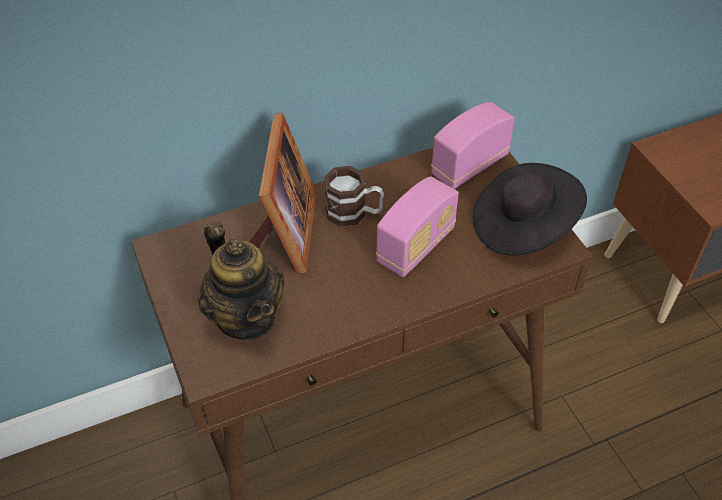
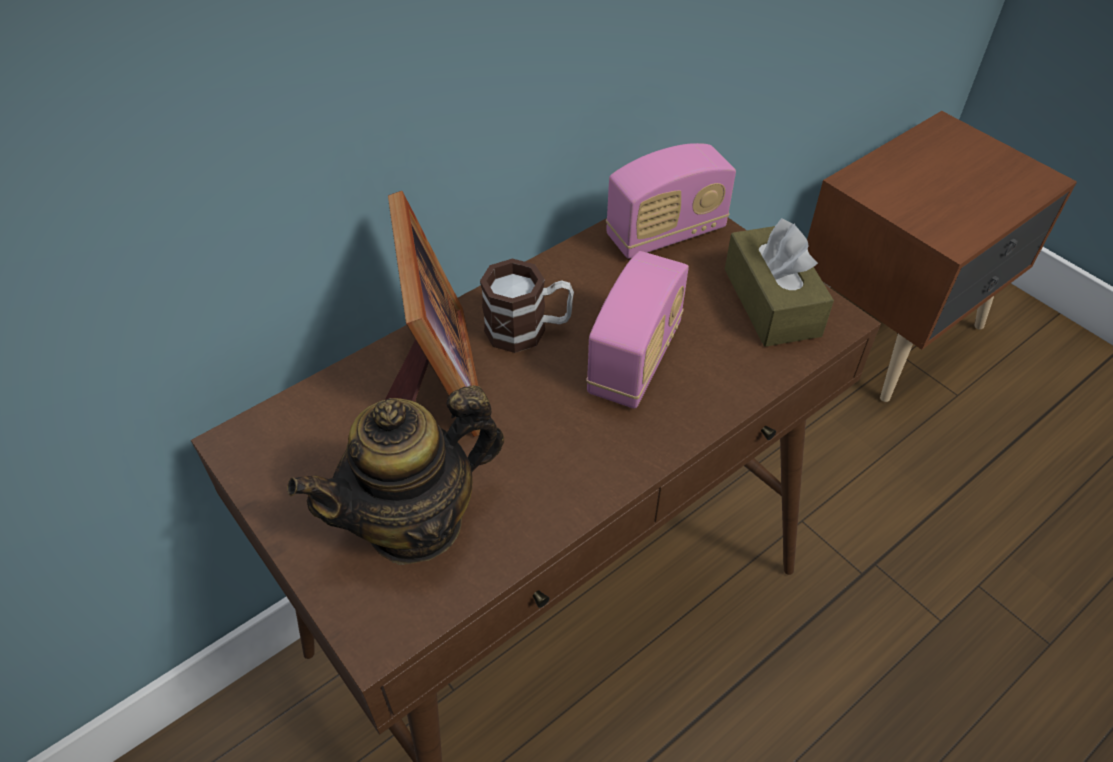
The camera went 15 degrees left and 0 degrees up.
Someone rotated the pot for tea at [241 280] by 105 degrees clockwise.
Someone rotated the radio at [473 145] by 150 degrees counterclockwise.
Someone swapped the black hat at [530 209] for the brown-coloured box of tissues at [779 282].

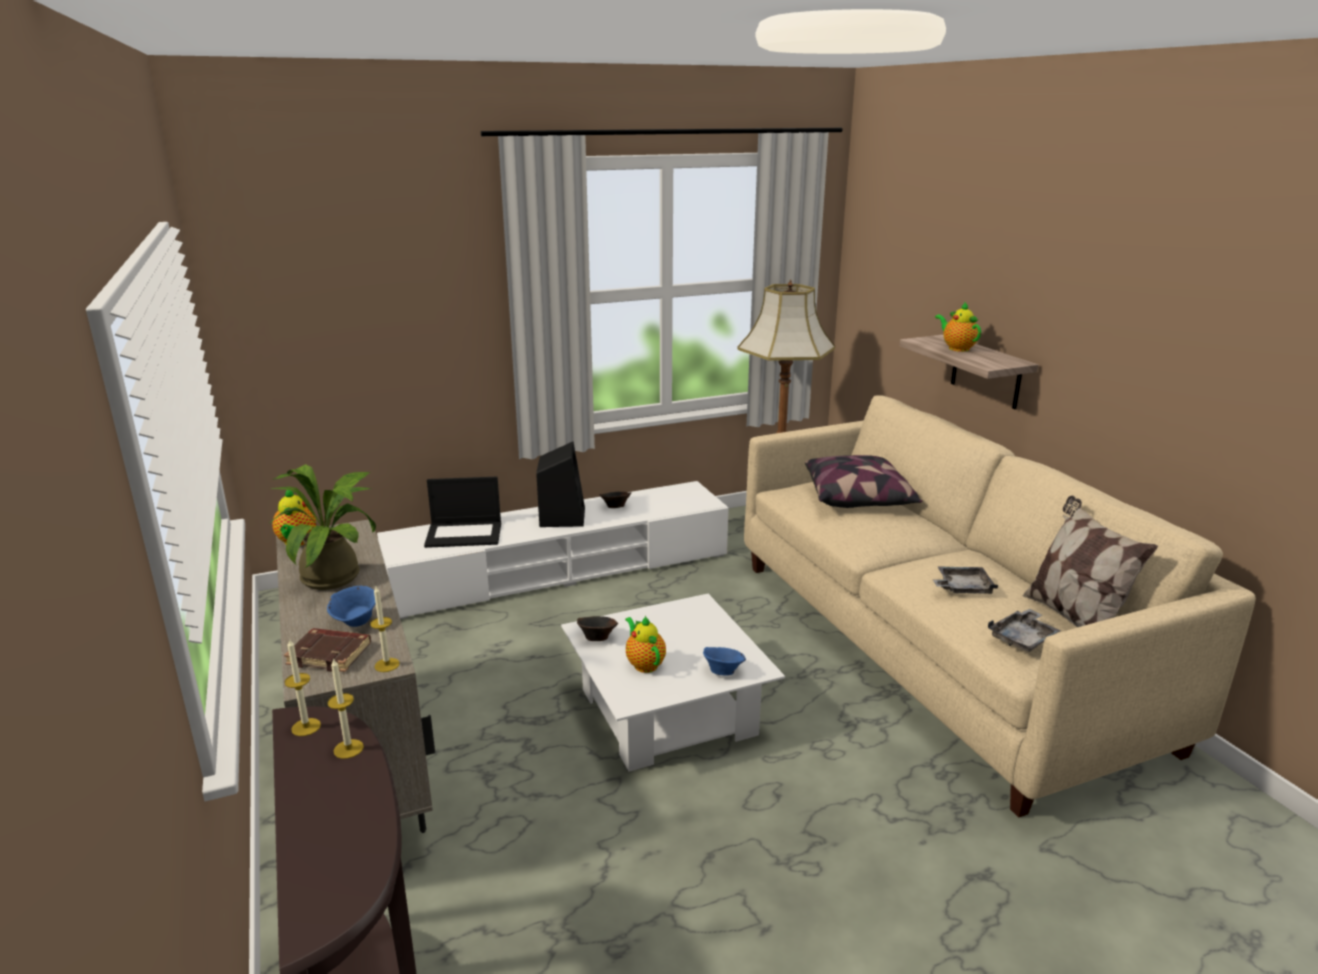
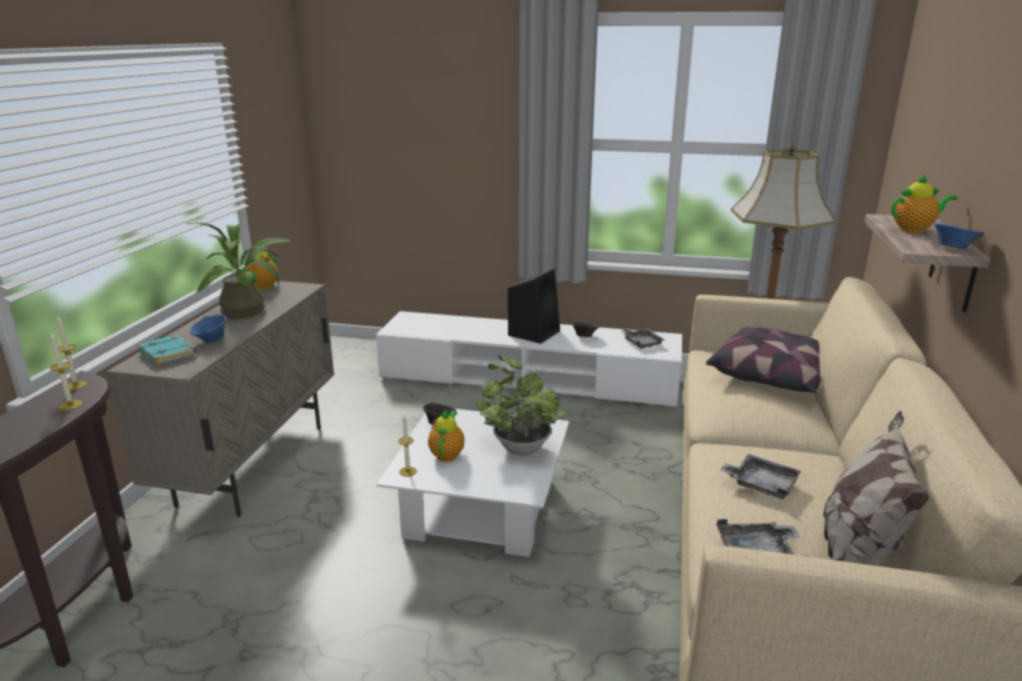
The camera went 35 degrees right and 0 degrees up.
Someone repainted the brown-coloured volume at [327 650], which became the turquoise volume at [167 350].
Someone carried the wax candle from [385 629] to [407 445].
Someone took away the laptop at [462 512].
Someone carried the bluish bowl from [724 661] to [959 236].
Someone rotated the pot for tea at [958 327] by 75 degrees clockwise.
Someone put down the plant in a pot at [521 405].
Someone put down the gray tray at [642 338].

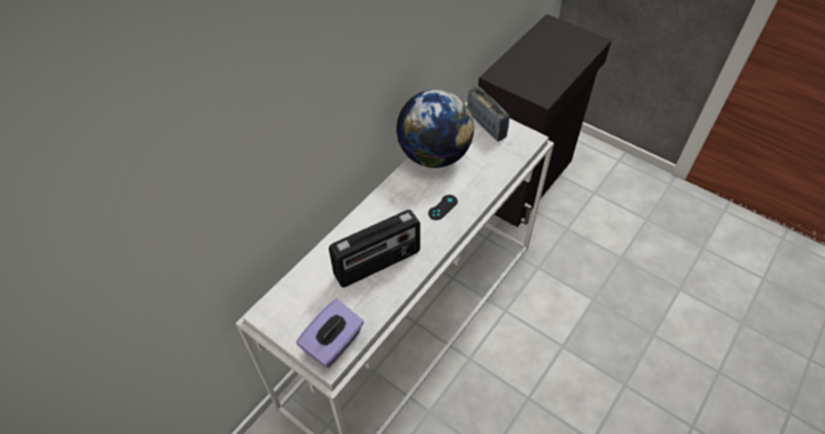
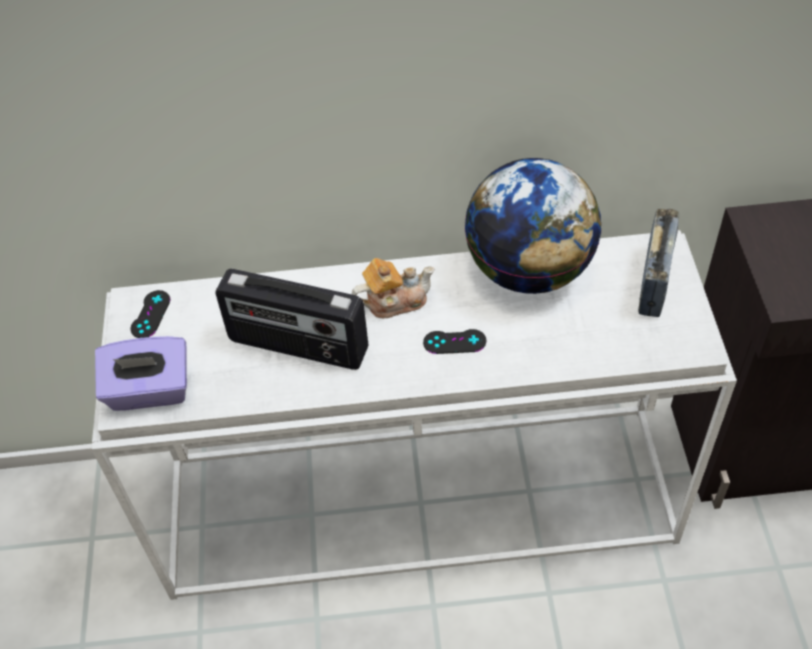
The camera went 50 degrees right and 0 degrees up.
Someone put down the black joypad at [150 314].
Someone put down the pot for tea at [393 288].

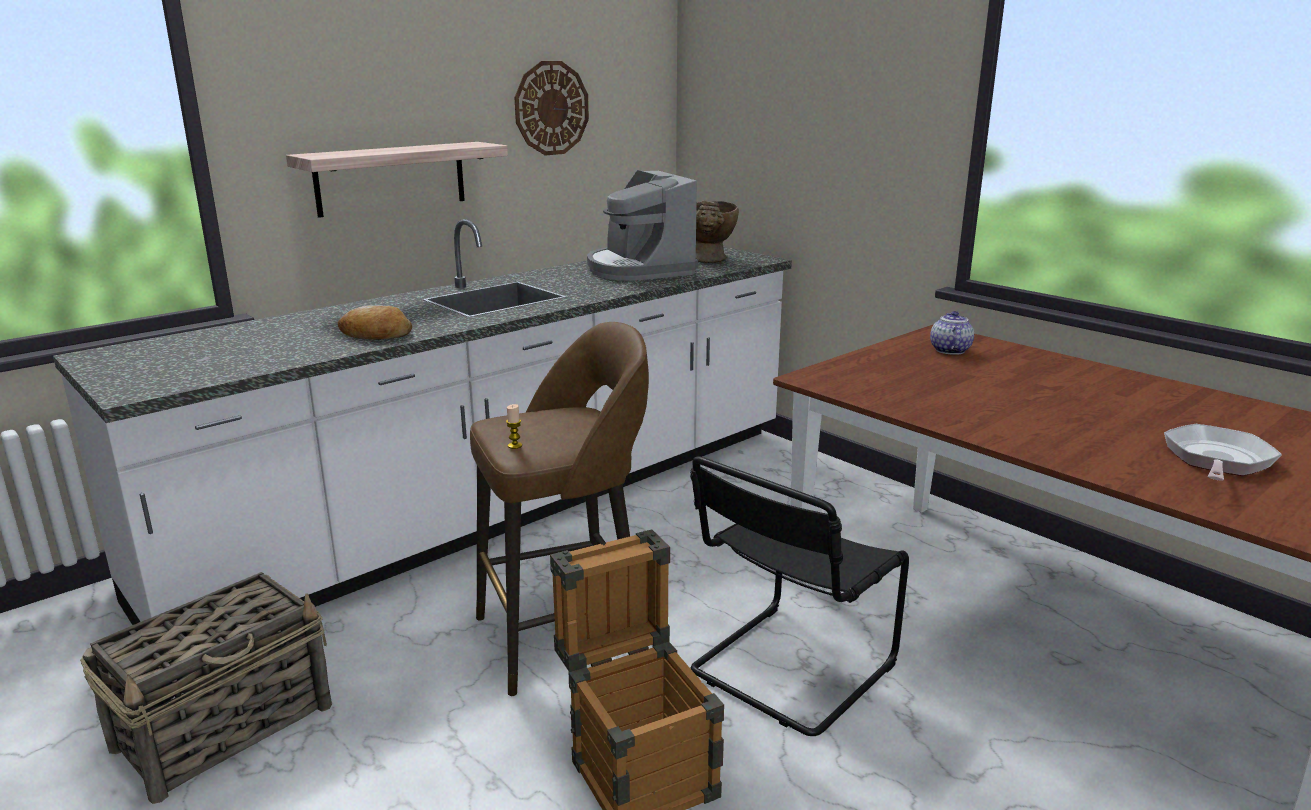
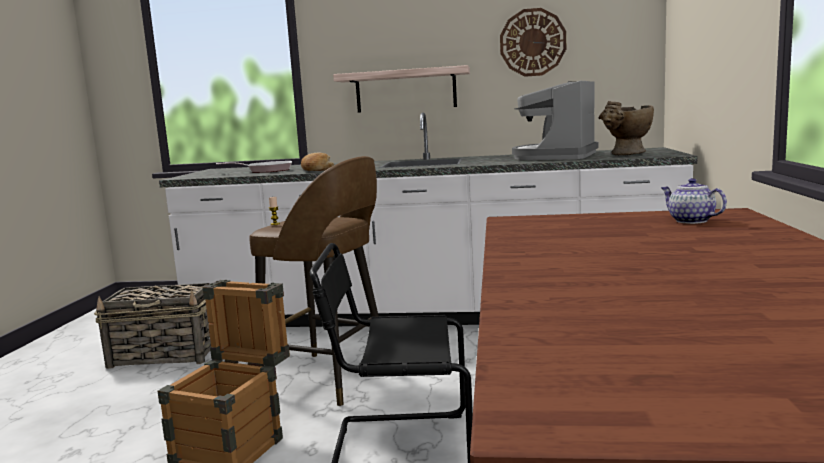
The camera went 50 degrees right and 10 degrees down.
Someone rotated the pot for tea at [952 333] by 90 degrees counterclockwise.
Someone carried the frying pan from [1223 452] to [254 167].

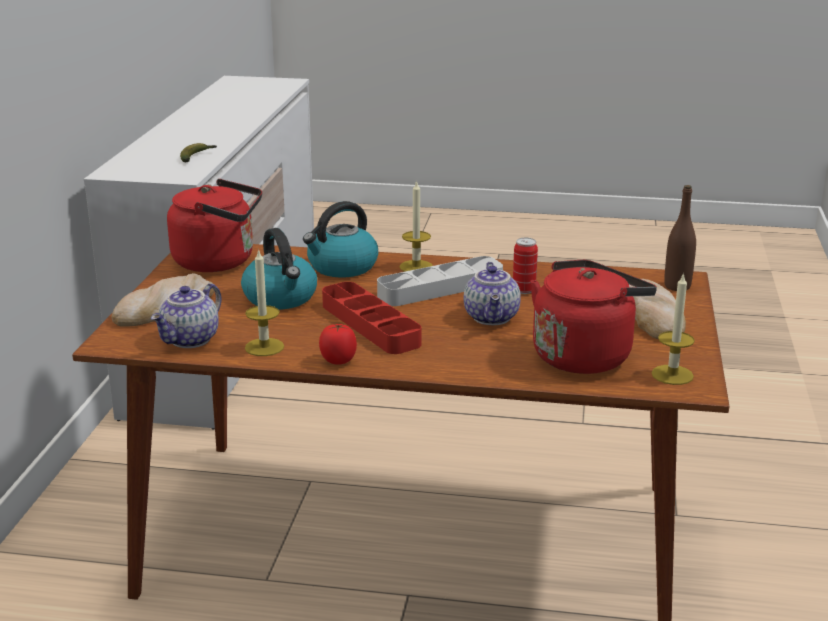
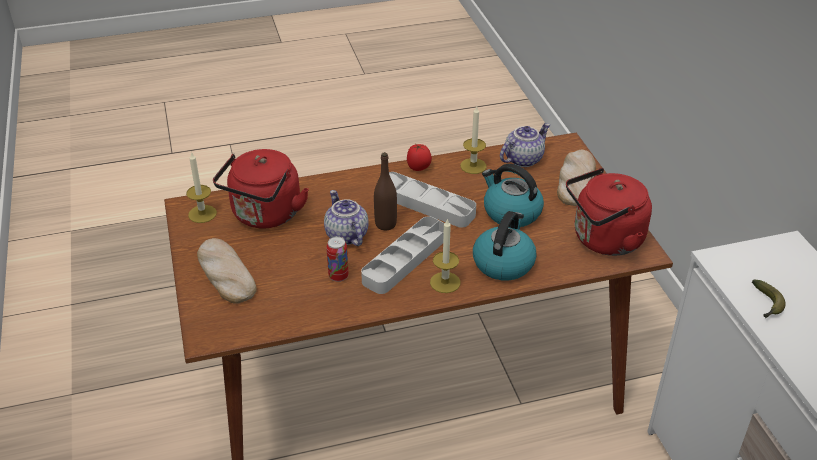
The camera went 155 degrees right and 15 degrees up.
Someone rotated the pot for tea at [186 315] by 45 degrees clockwise.
Someone repainted the red tray at [371 318], which became the gray tray at [432 200].
Someone carried the brown-coloured drink bottle from [680 238] to [385 191].

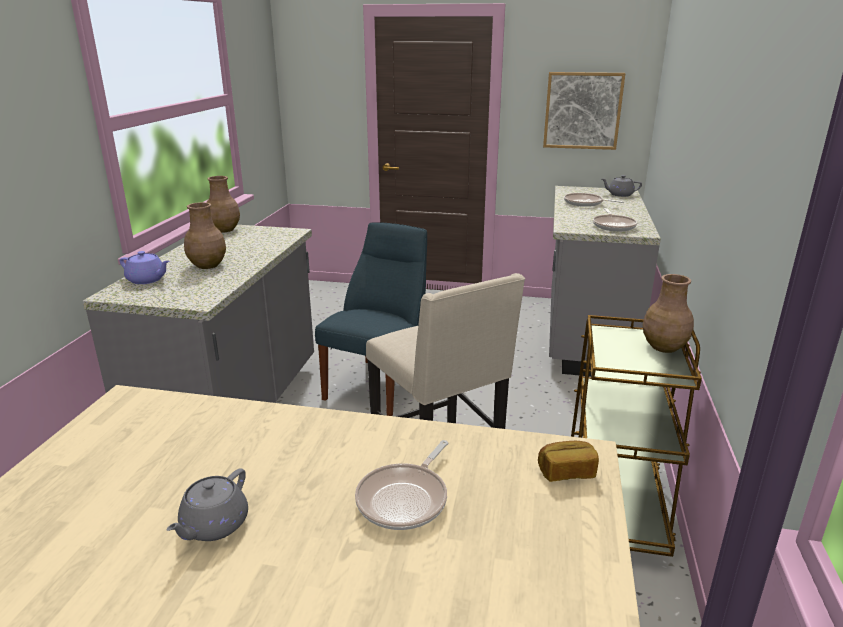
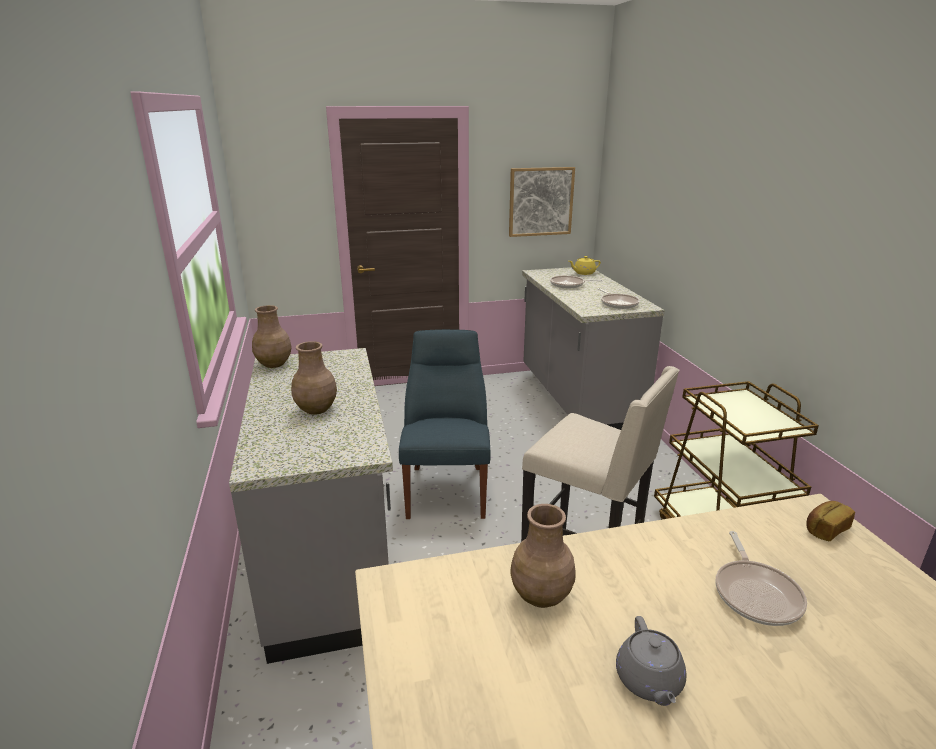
The camera went 25 degrees left and 0 degrees up.
Someone took away the purple pot for tea at [144 267].
Someone repainted the gray pot for tea at [622 186], which became the yellow pot for tea at [585 265].
Someone carried the brown-coloured flower vase from [668 313] to [543 556].

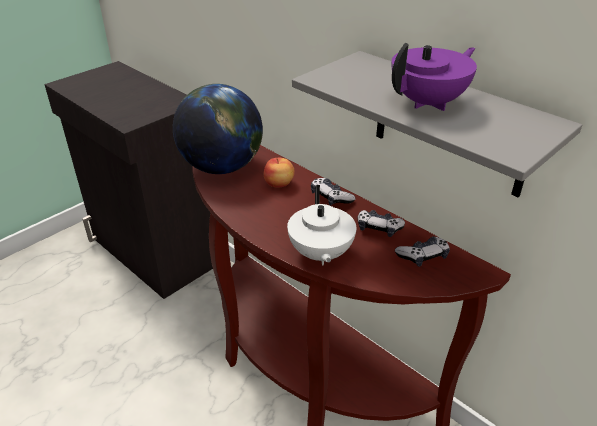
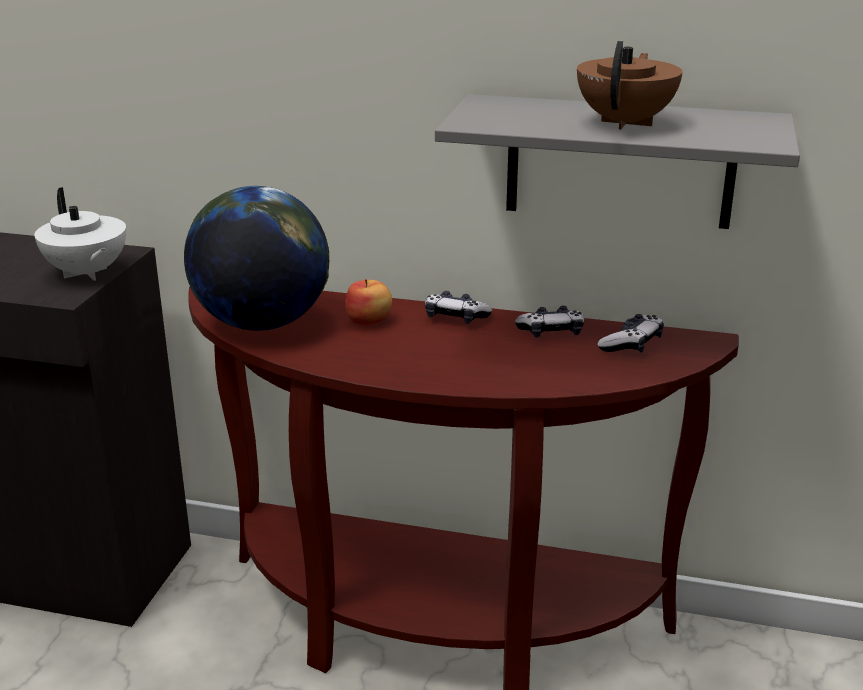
The camera went 30 degrees left and 10 degrees down.
Someone carried the white pot for tea from [321 225] to [80 234].
Someone repainted the purple pot for tea at [434 77], which became the brown-coloured pot for tea at [630 85].

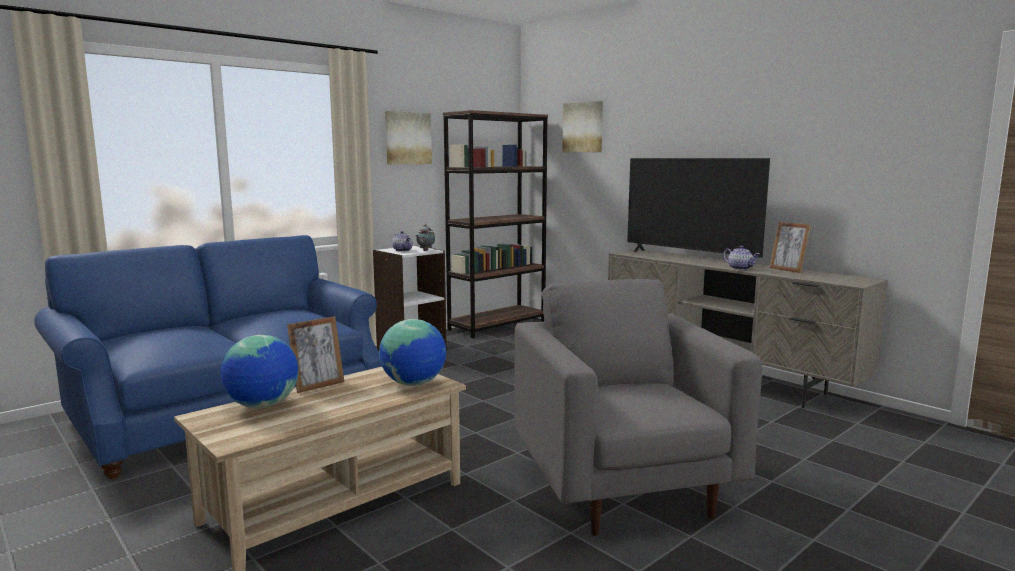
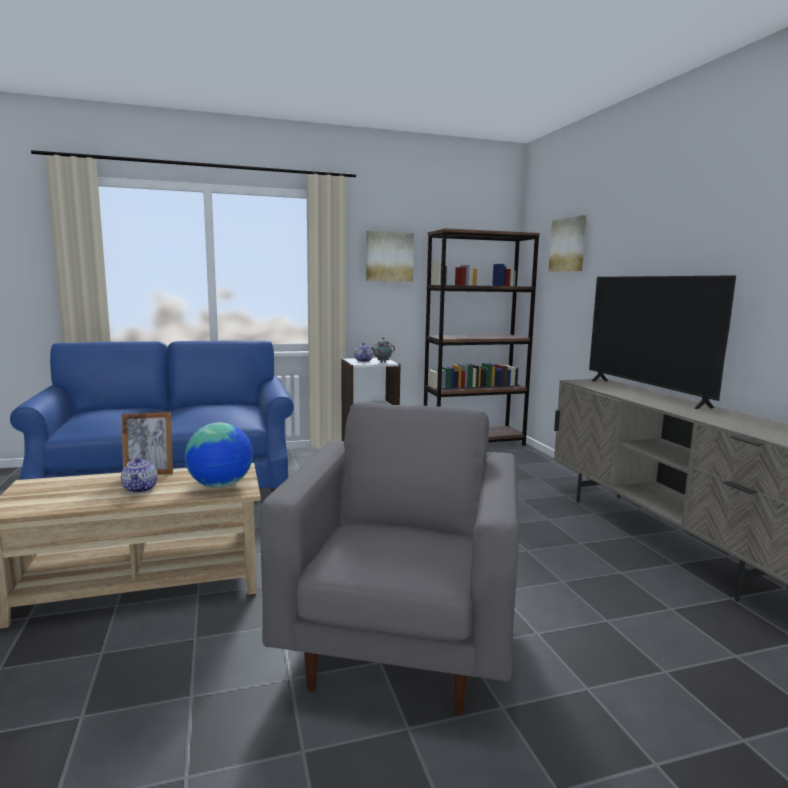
The camera went 25 degrees right and 0 degrees up.
Someone took away the world globe at [260 371].
Someone carried the pot for tea from [741 258] to [139 475].
Someone took away the photo frame at [790 247].

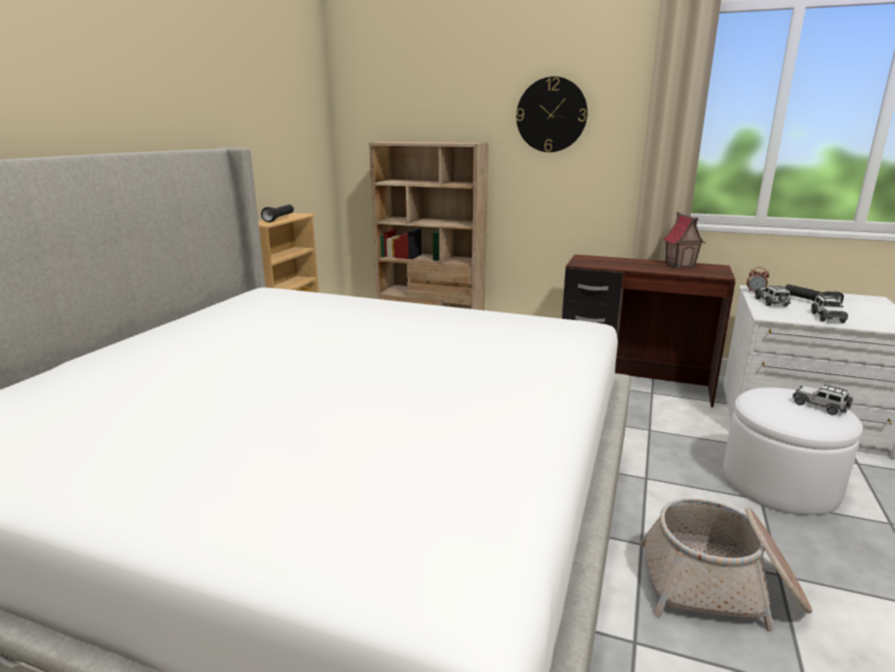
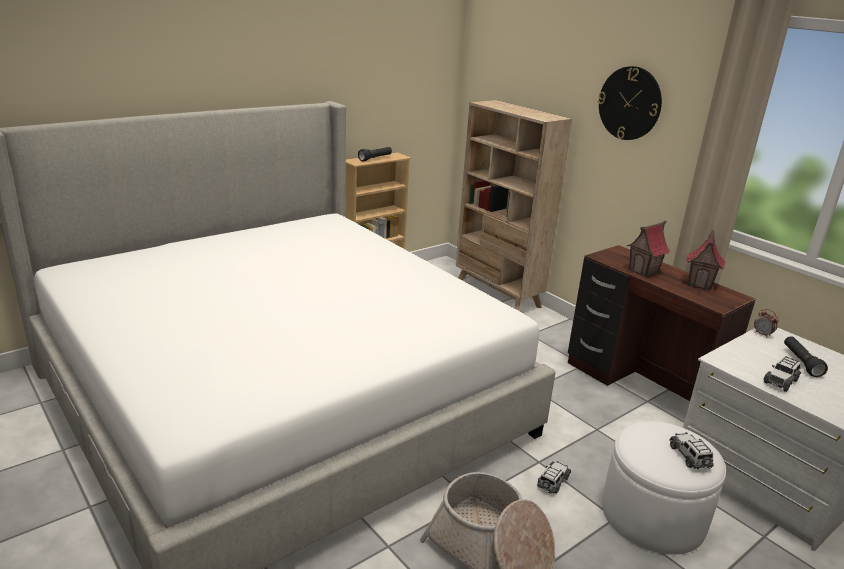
The camera went 30 degrees right and 5 degrees up.
Someone carried the model car from [773 295] to [554 477].
Someone put down the toy house at [648 249].

